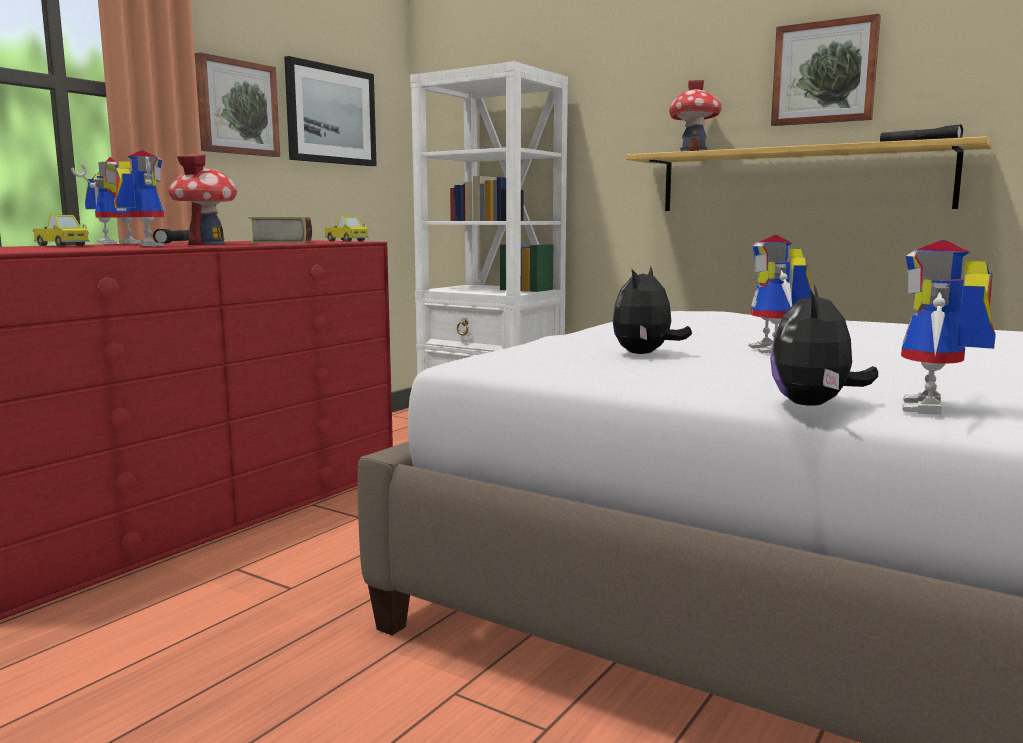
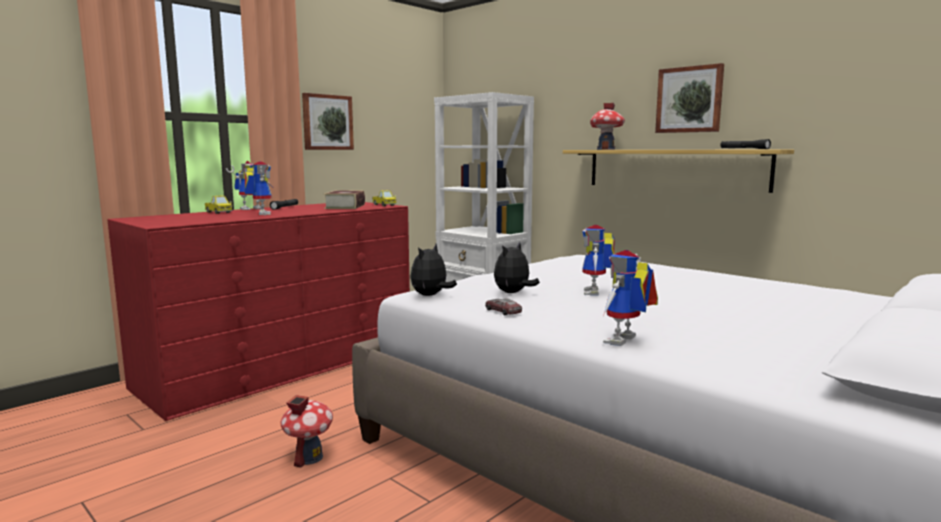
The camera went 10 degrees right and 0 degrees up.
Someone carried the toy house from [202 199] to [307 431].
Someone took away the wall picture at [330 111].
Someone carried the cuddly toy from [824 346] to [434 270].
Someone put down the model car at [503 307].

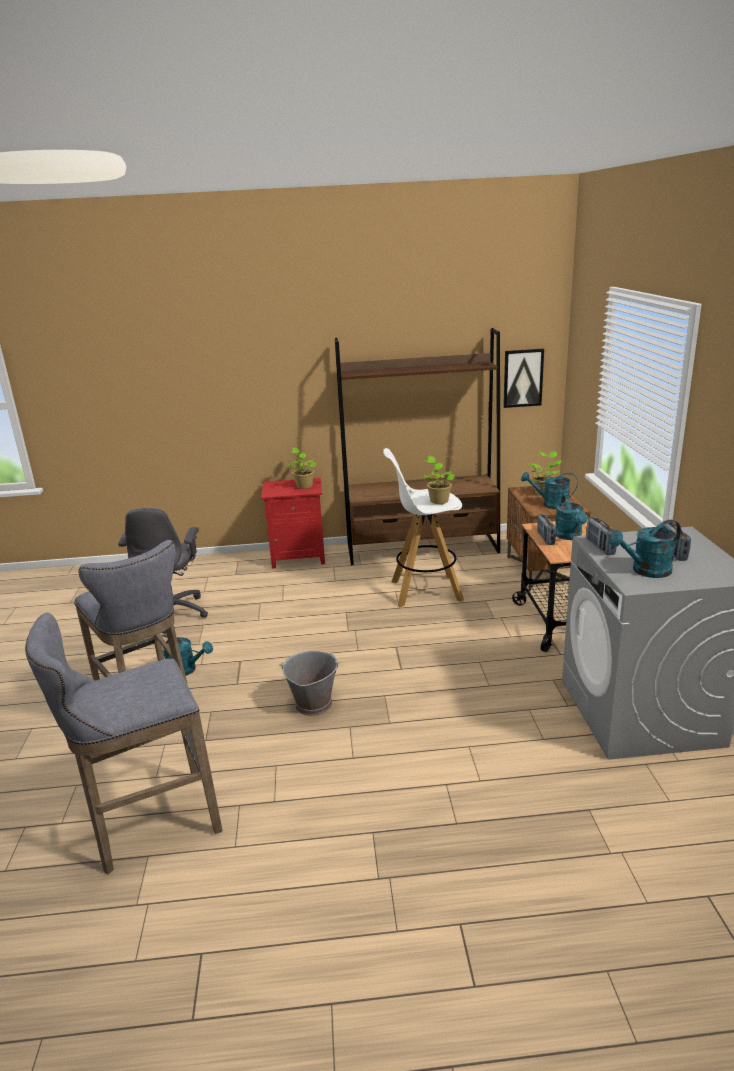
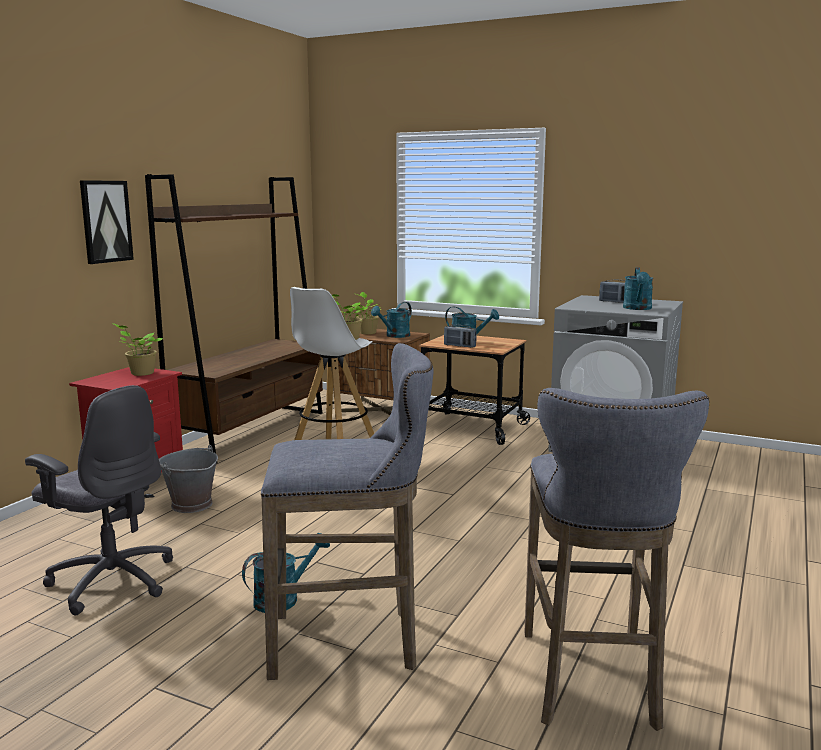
The camera went 60 degrees left and 10 degrees down.
Someone carried the gray bucket from [310 683] to [188 479].
Someone carried the wall picture from [523 378] to [107 222].
Someone took away the radio at [601 536].

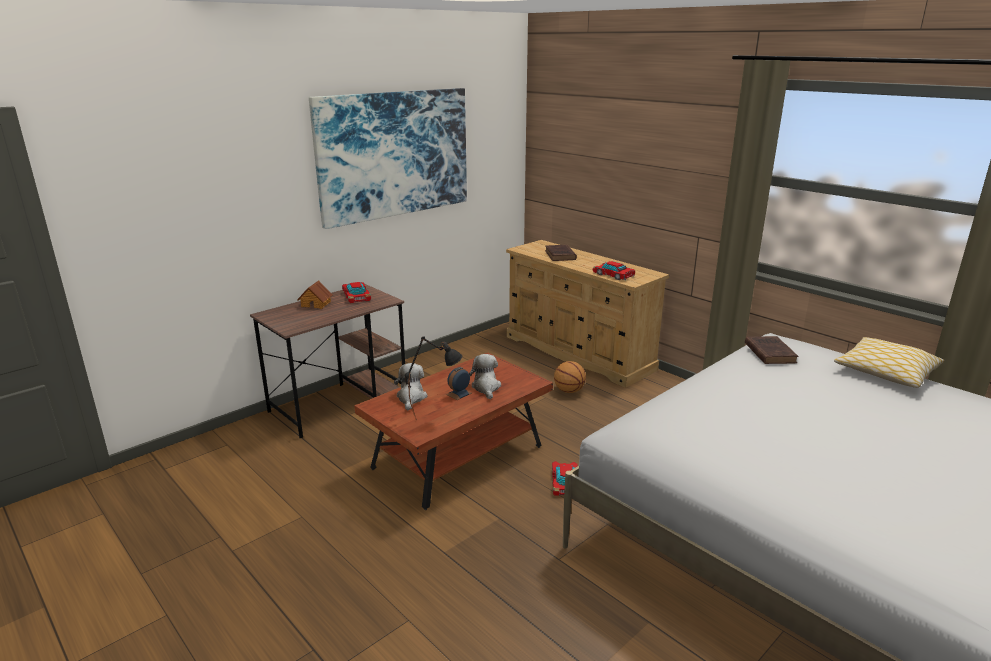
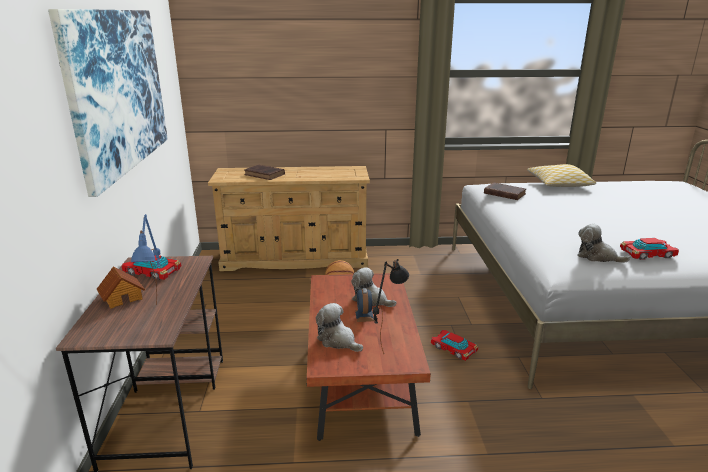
The camera went 50 degrees left and 0 degrees up.
Someone carried the model car from [614 270] to [649 249].
Someone put down the bluish table lamp at [146 259].
Someone put down the cuddly toy at [603 243].

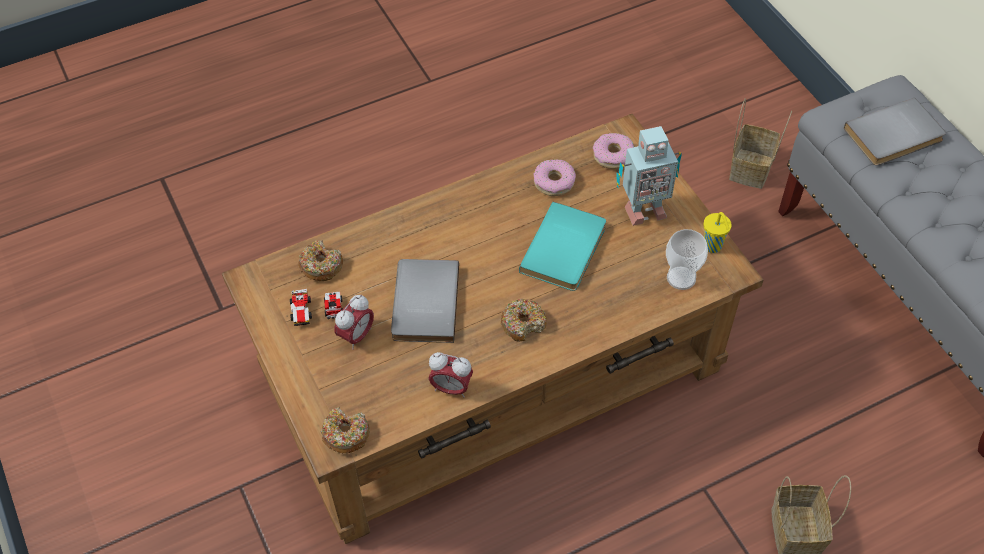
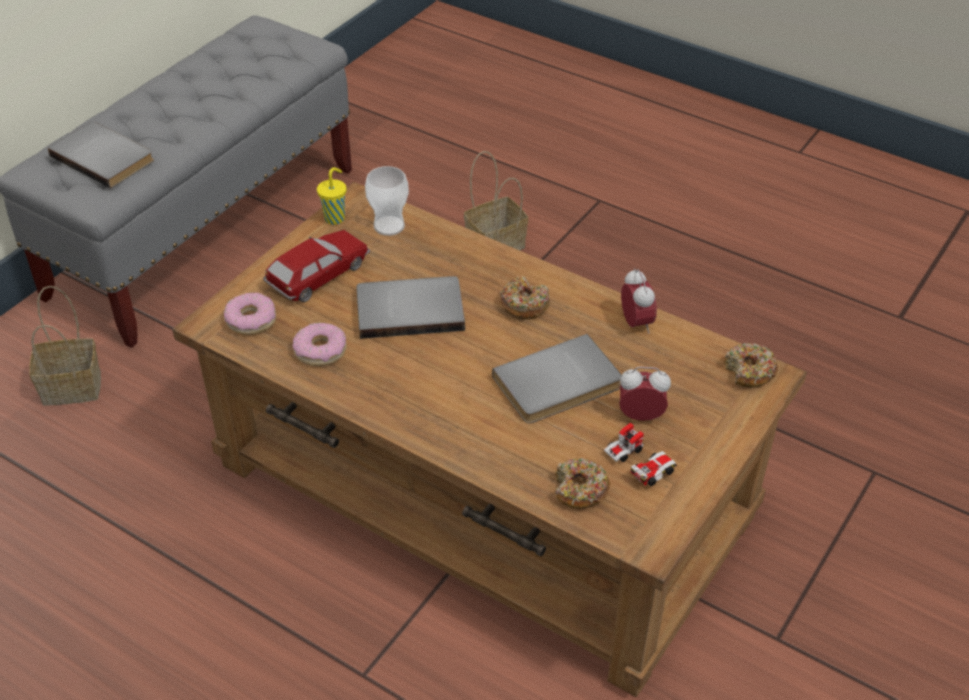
The camera went 120 degrees left and 10 degrees down.
Someone repainted the turquoise volume at [562 246], which became the gray volume at [410 307].
Someone swapped the robot figure at [649 176] for the model car at [316 266].

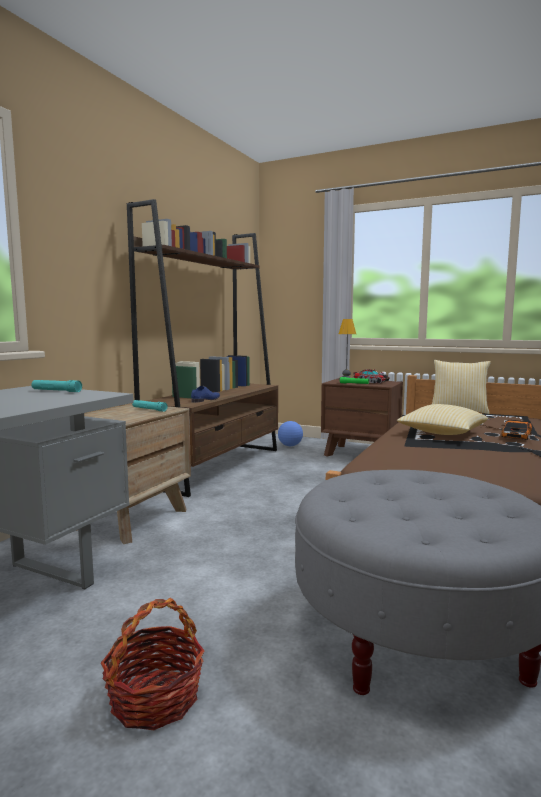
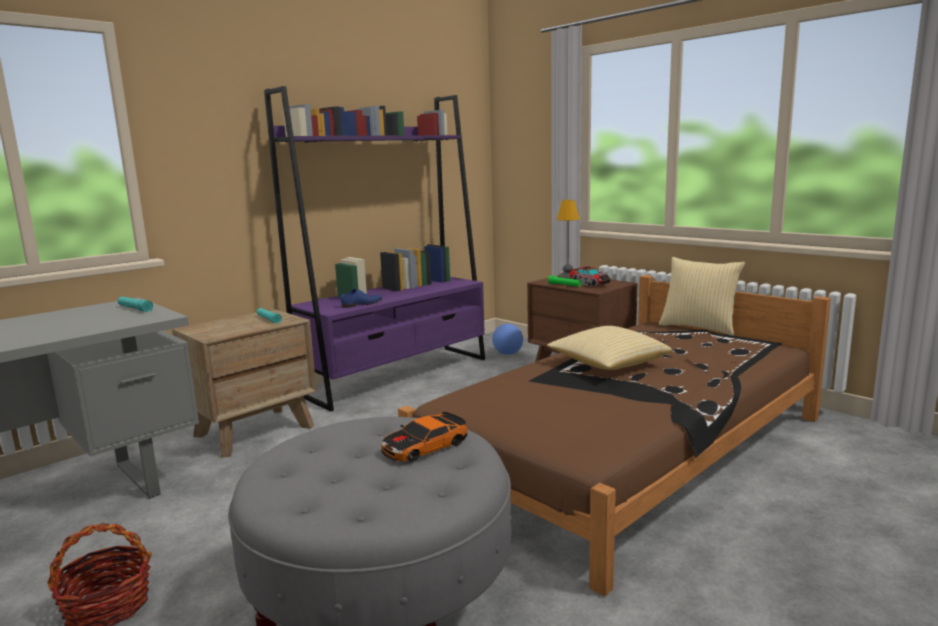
The camera went 20 degrees right and 5 degrees up.
Someone repainted the brown-coloured bookshelf at [202 348], which became the purple bookshelf at [374 249].
Someone carried the model car from [517 430] to [424 437].

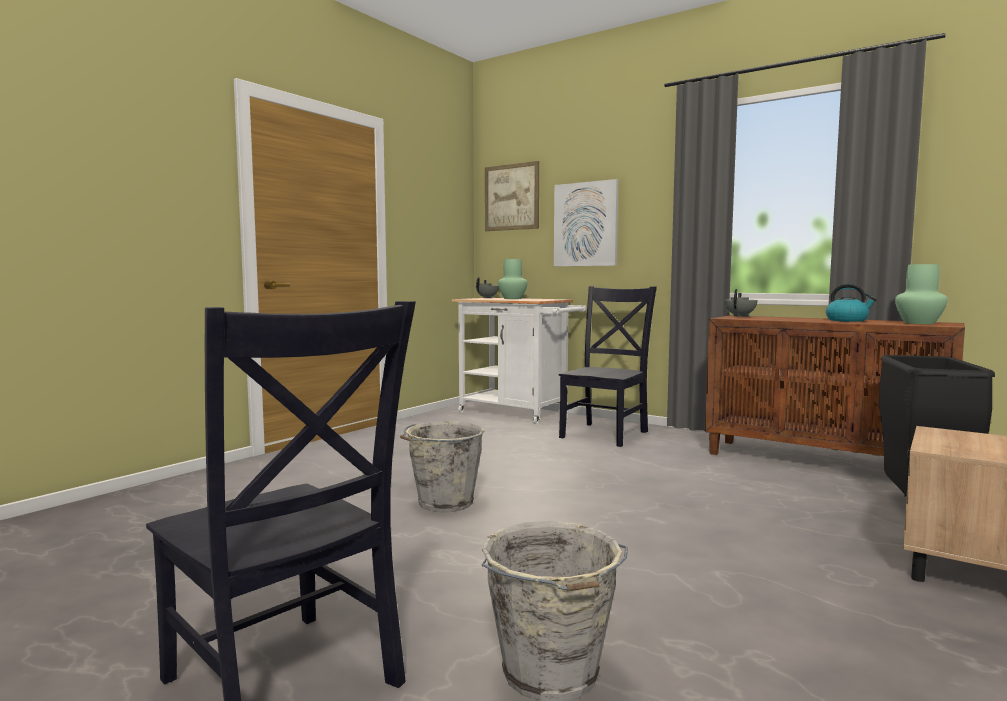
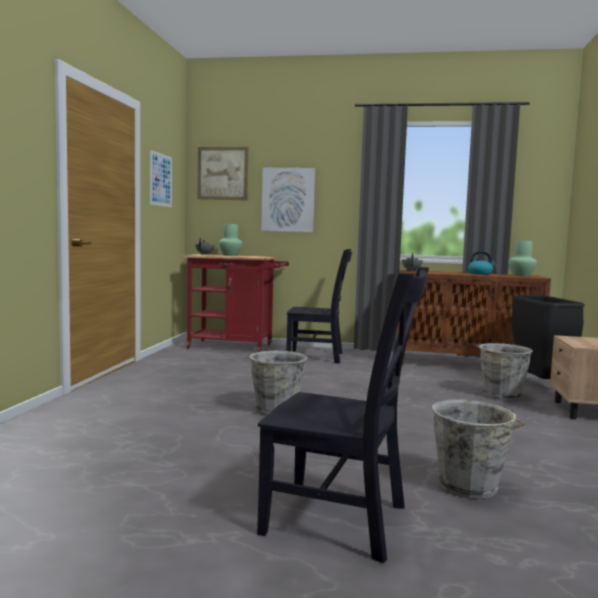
The camera went 25 degrees left and 0 degrees up.
Someone repainted the white trolley at [519 361], which became the red trolley at [236 303].
Someone rotated the black plain chair at [608 366] by 90 degrees clockwise.
Someone put up the wall picture at [161 178].
Someone put down the gray bucket at [504 372].

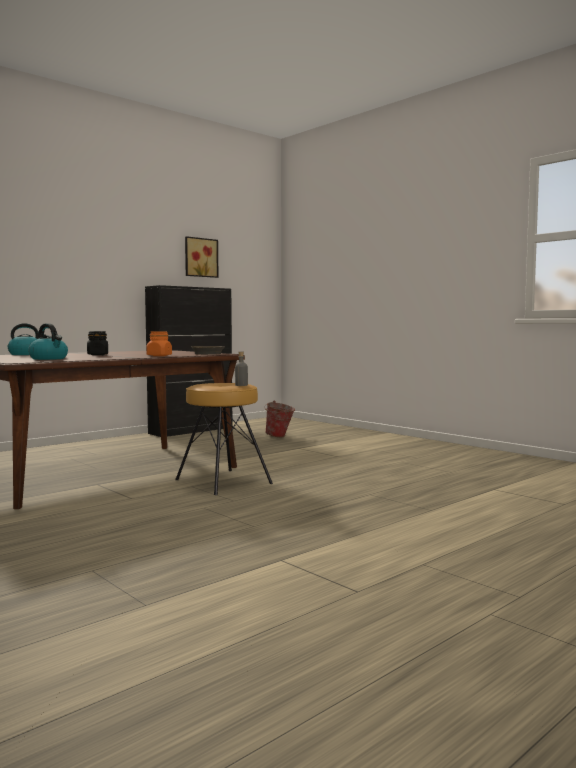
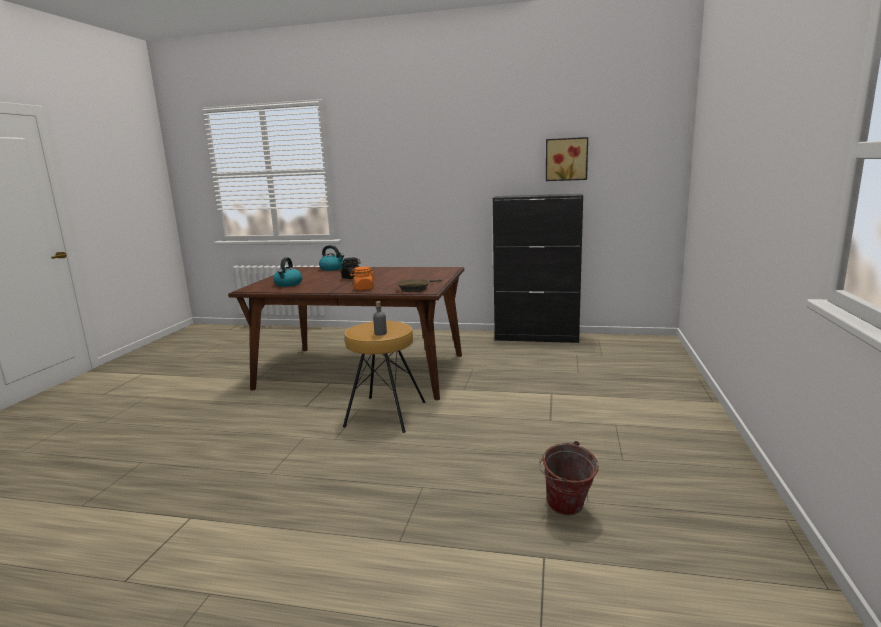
The camera went 55 degrees right and 10 degrees up.
Someone carried the bucket from [279 418] to [569 478].

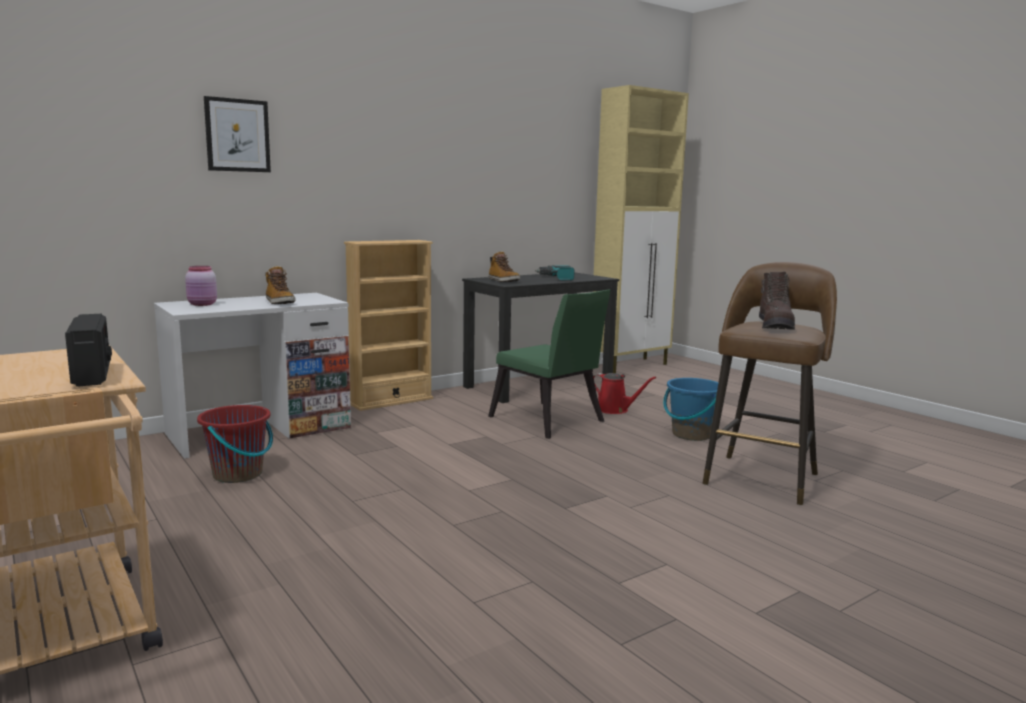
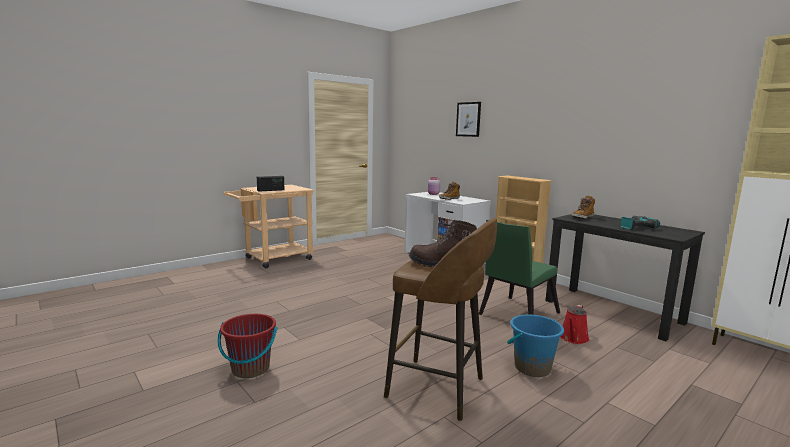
The camera went 85 degrees right and 0 degrees up.
Someone carried the red bucket from [235 444] to [247 346].

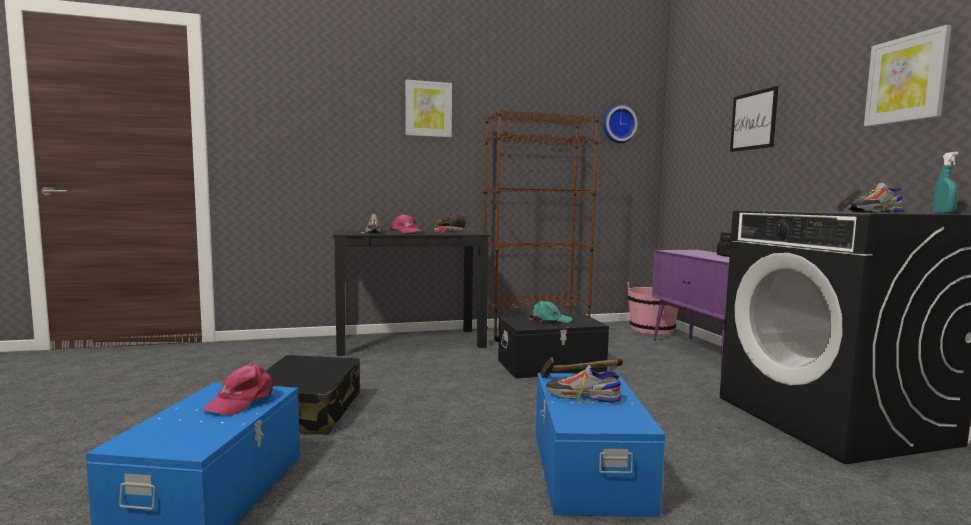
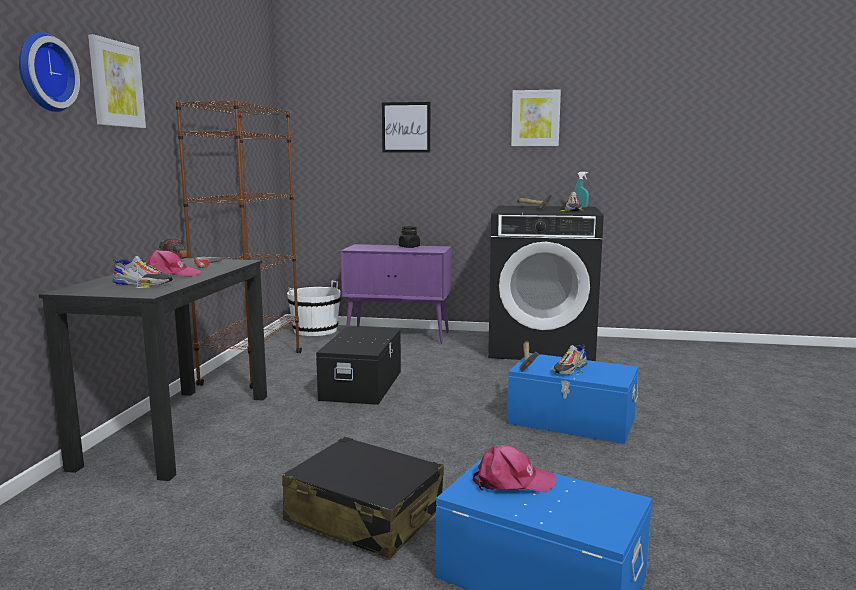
The camera went 65 degrees left and 5 degrees up.
Someone rotated the pink baseball cap at [237 389] by 45 degrees counterclockwise.
Someone took away the turquoise baseball cap at [550 312].
Someone carried the hanging clock from [620 123] to [49 72].
Someone repainted the pink bucket at [652 308], which became the white bucket at [314 308].

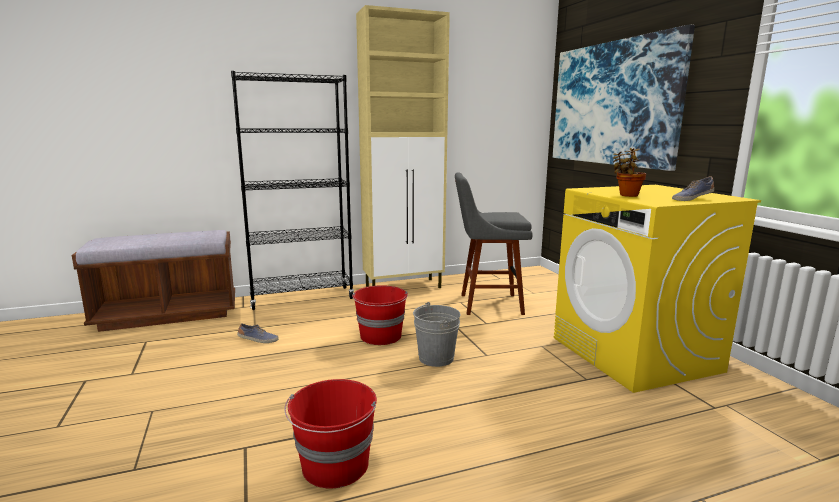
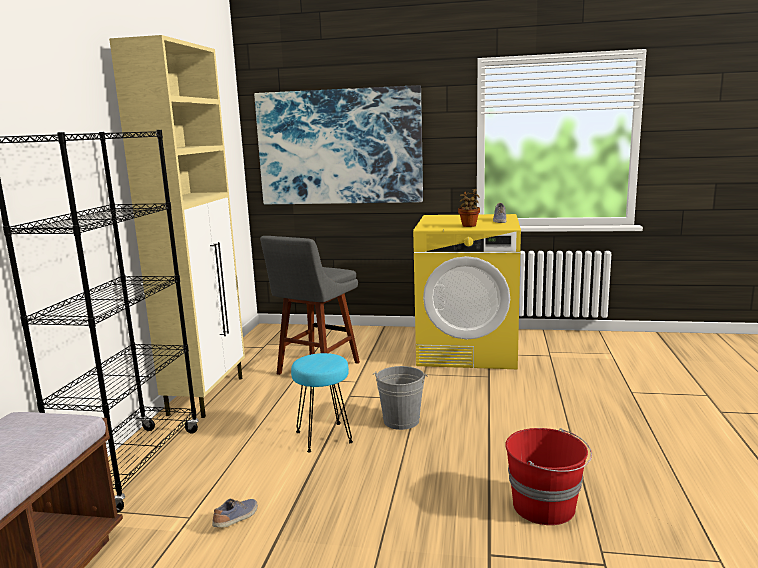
The camera went 60 degrees left and 0 degrees up.
Someone swapped the red bucket at [380 315] for the turquoise sitting stool at [322 402].

